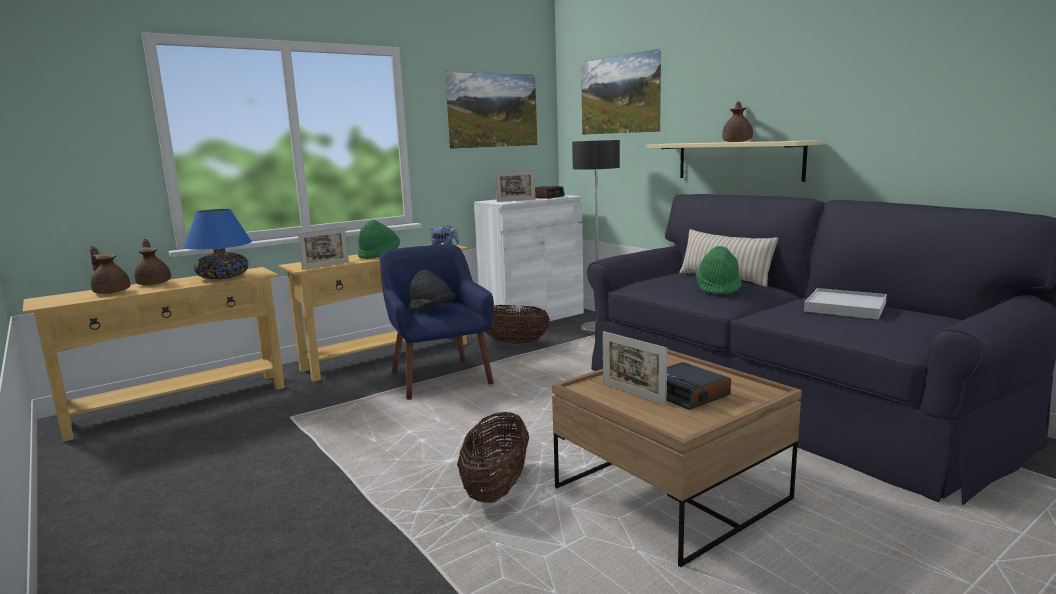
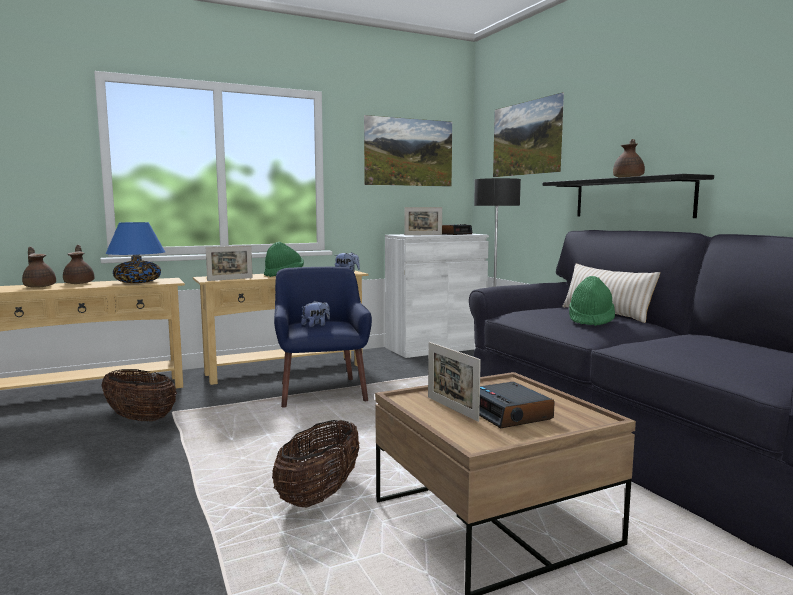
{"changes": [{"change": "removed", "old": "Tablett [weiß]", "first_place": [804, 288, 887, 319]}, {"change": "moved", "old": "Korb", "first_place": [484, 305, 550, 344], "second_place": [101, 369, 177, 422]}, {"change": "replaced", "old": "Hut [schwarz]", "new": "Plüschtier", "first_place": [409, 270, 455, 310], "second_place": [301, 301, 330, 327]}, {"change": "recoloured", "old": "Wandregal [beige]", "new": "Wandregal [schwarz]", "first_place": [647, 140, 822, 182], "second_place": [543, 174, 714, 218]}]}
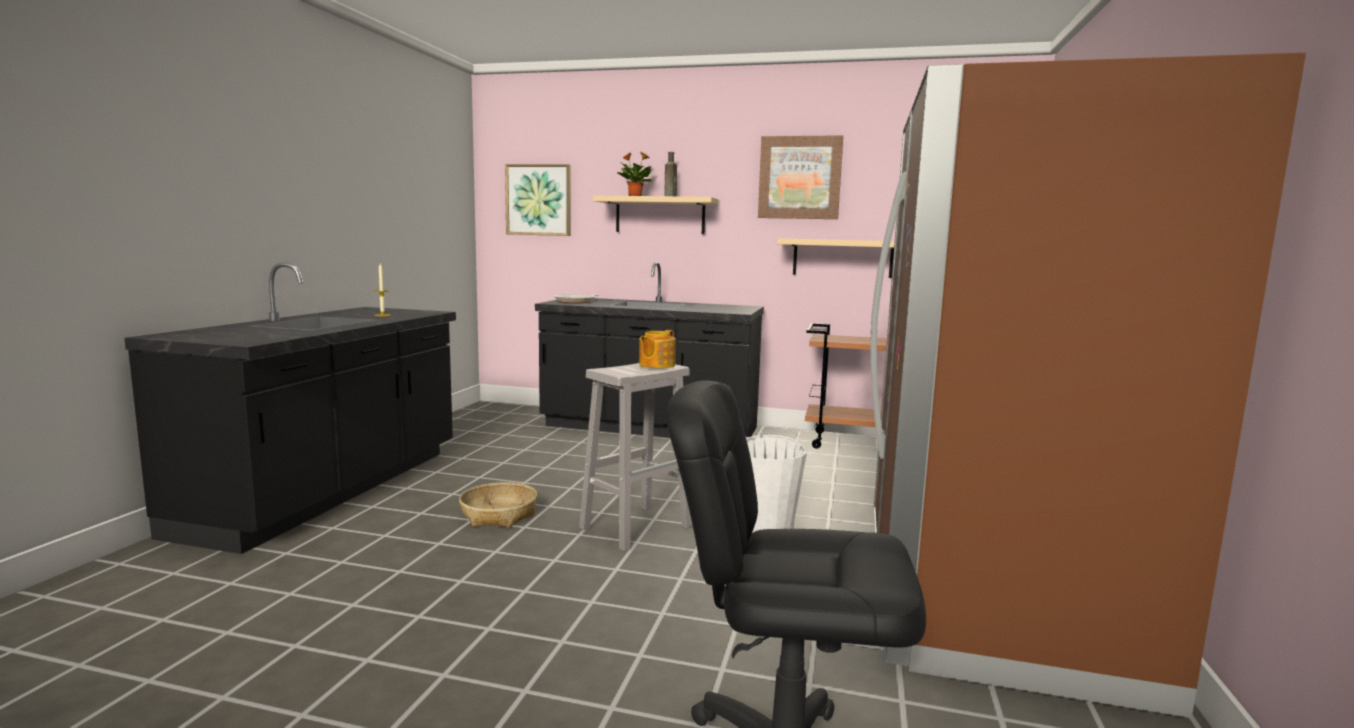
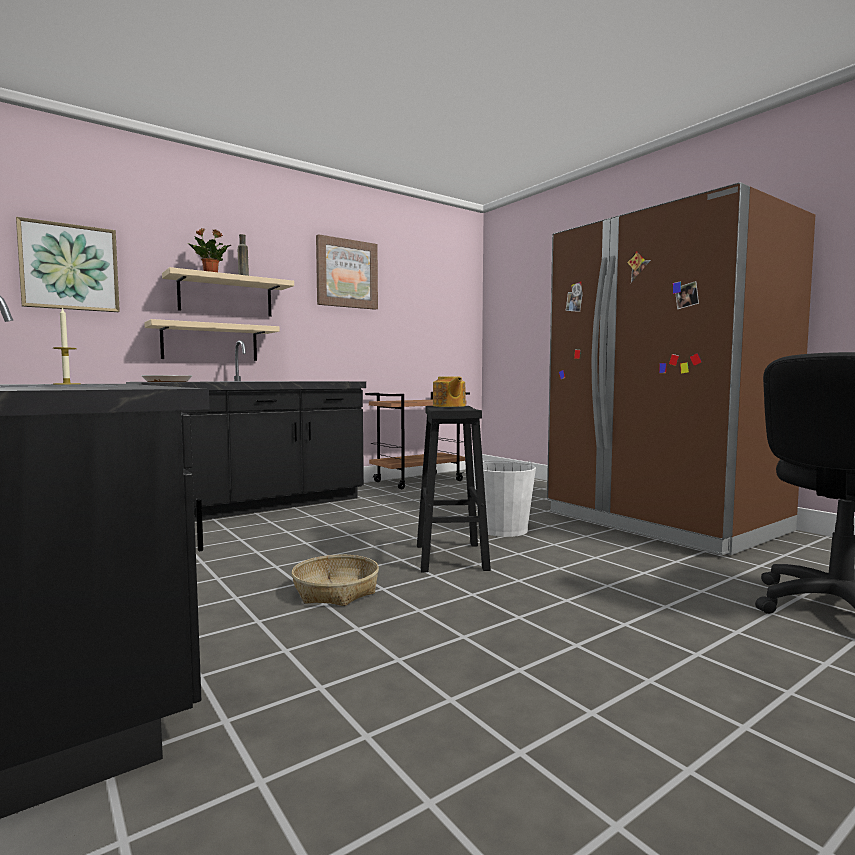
{"changes": [{"change": "moved", "old": "Wandregal [beige]", "first_place": [777, 238, 895, 278], "second_place": [144, 319, 279, 361]}, {"change": "recoloured", "old": "Hocker [weiß]", "new": "Hocker [schwarz]", "first_place": [579, 363, 692, 551], "second_place": [417, 406, 491, 572]}]}
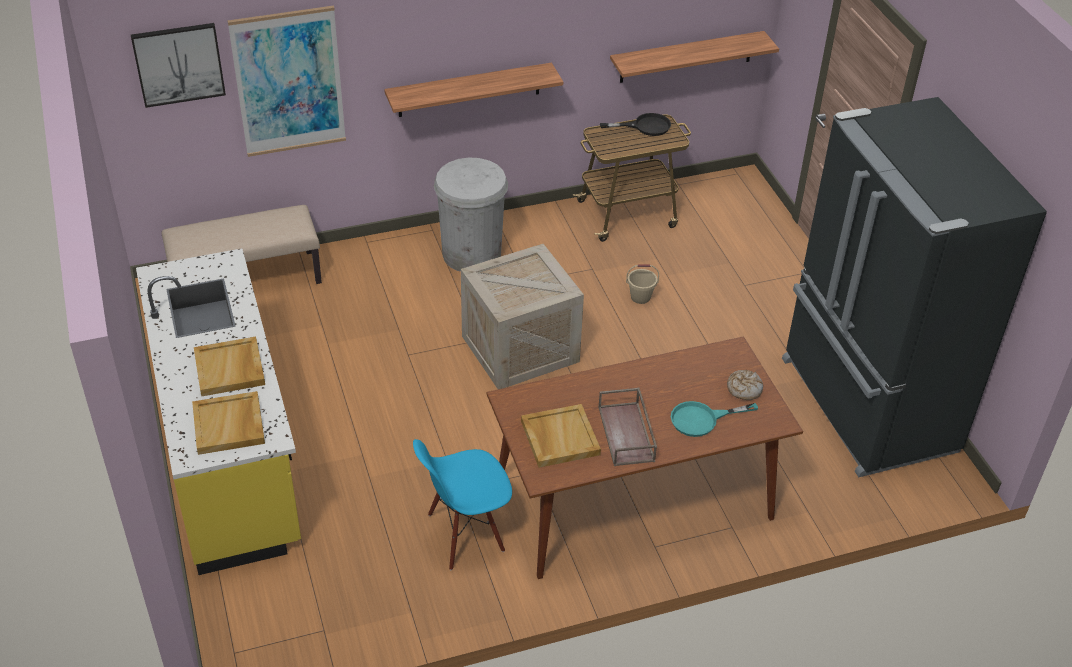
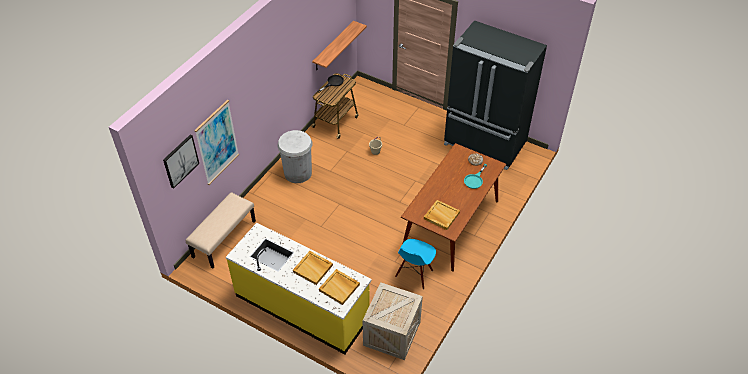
{"changes": [{"change": "removed", "old": "Wandregal", "first_place": [384, 63, 563, 117]}, {"change": "removed", "old": "Tablett [braun]", "first_place": [598, 388, 657, 466]}, {"change": "moved", "old": "Kiste", "first_place": [461, 244, 584, 389], "second_place": [363, 282, 423, 360]}]}
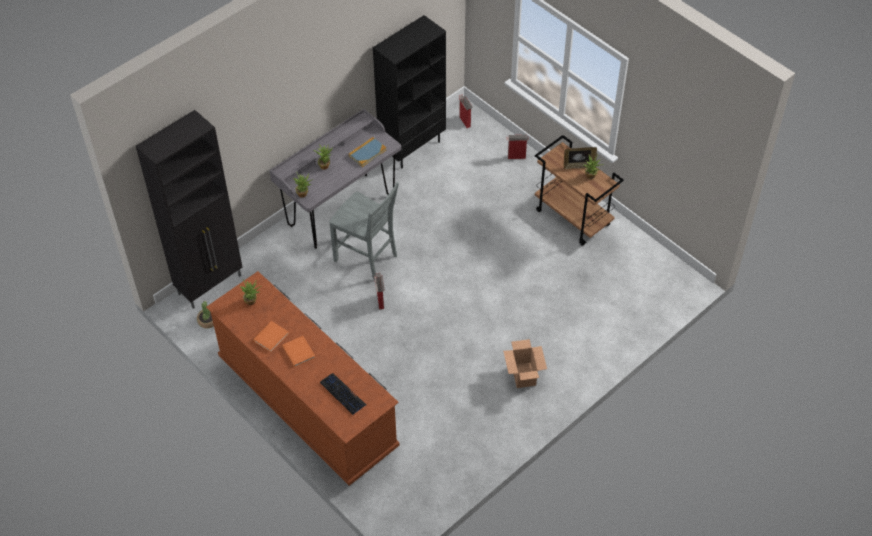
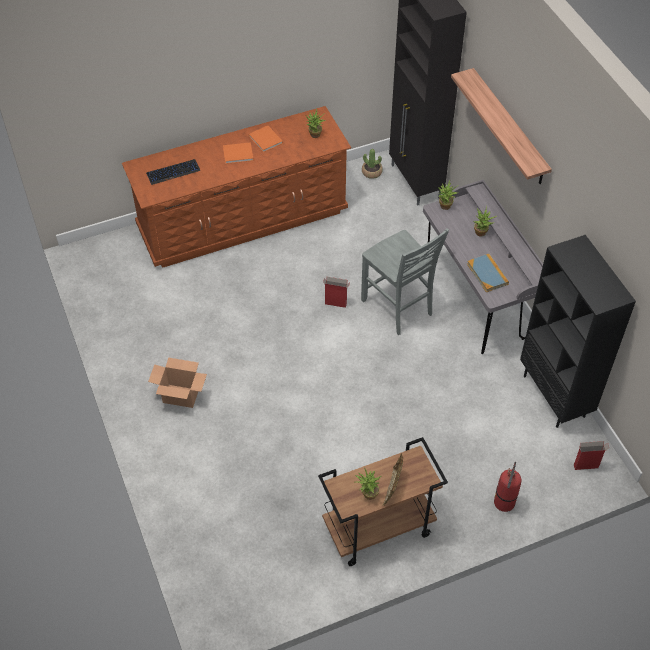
{"changes": [{"change": "added", "new": "Wandregal", "second_place": [451, 68, 552, 184]}, {"change": "replaced", "old": "Karton", "new": "Feuerlöscher", "first_place": [507, 135, 529, 159], "second_place": [494, 462, 521, 512]}, {"change": "turned", "old": "Stuhl [grau]", "first_place": [329, 182, 399, 280], "second_place": [361, 228, 449, 335], "degrees": -90}]}
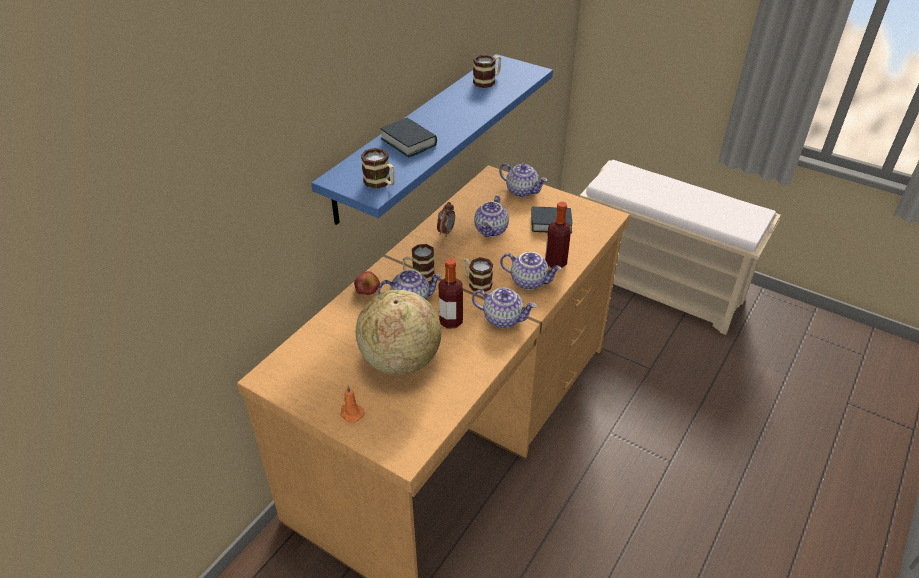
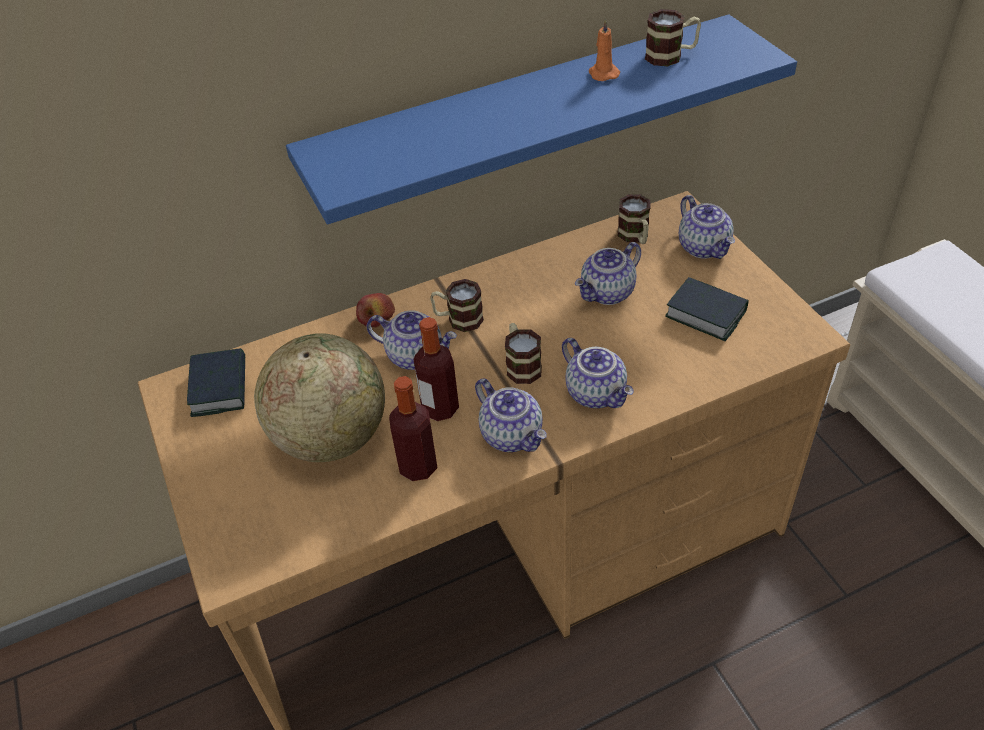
{"changes": [{"change": "removed", "old": "Wecker", "first_place": [437, 202, 455, 237]}, {"change": "moved", "old": "Kerze [orange]", "first_place": [340, 385, 365, 423], "second_place": [589, 19, 620, 81]}, {"change": "moved", "old": "Henkelbecher", "first_place": [361, 148, 395, 189], "second_place": [618, 194, 650, 244]}, {"change": "moved", "old": "Buch", "first_place": [380, 118, 437, 157], "second_place": [187, 348, 245, 417]}, {"change": "moved", "old": "Flasche", "first_place": [545, 202, 571, 268], "second_place": [389, 376, 437, 481]}]}
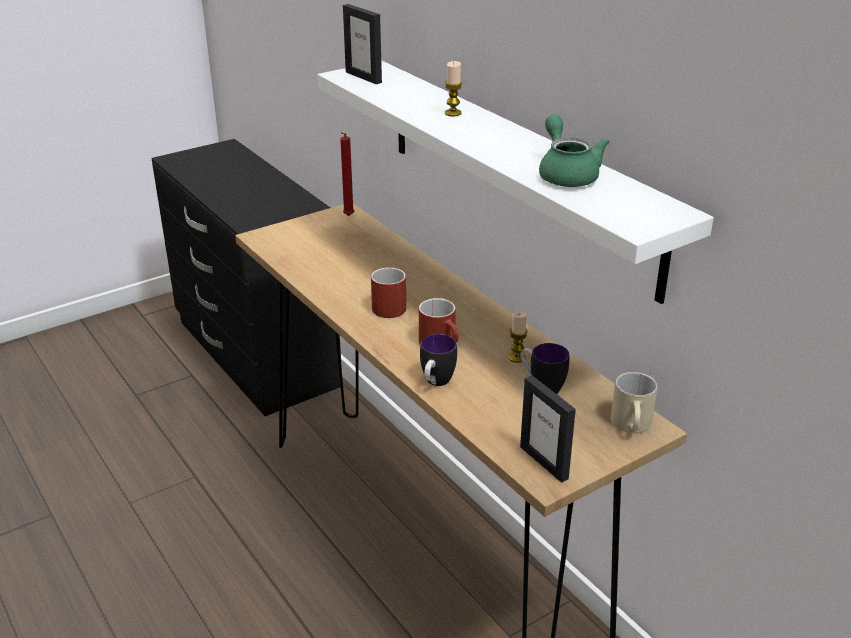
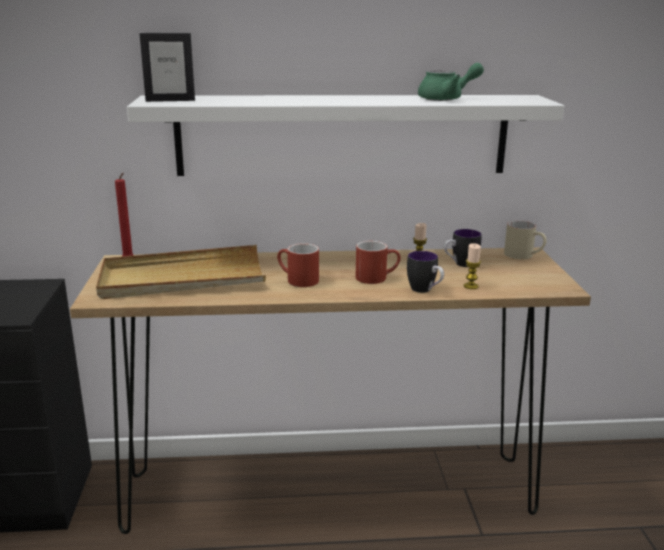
{"changes": [{"change": "removed", "old": "Bilderrahmen", "first_place": [520, 375, 576, 483]}, {"change": "added", "new": "Tablett [beige]", "second_place": [96, 245, 266, 299]}, {"change": "moved", "old": "Kerze", "first_place": [445, 61, 462, 116], "second_place": [464, 243, 481, 289]}, {"change": "turned", "old": "Teekanne [grün]", "first_place": [539, 114, 610, 187], "second_place": [418, 63, 484, 101], "degrees": 150}]}
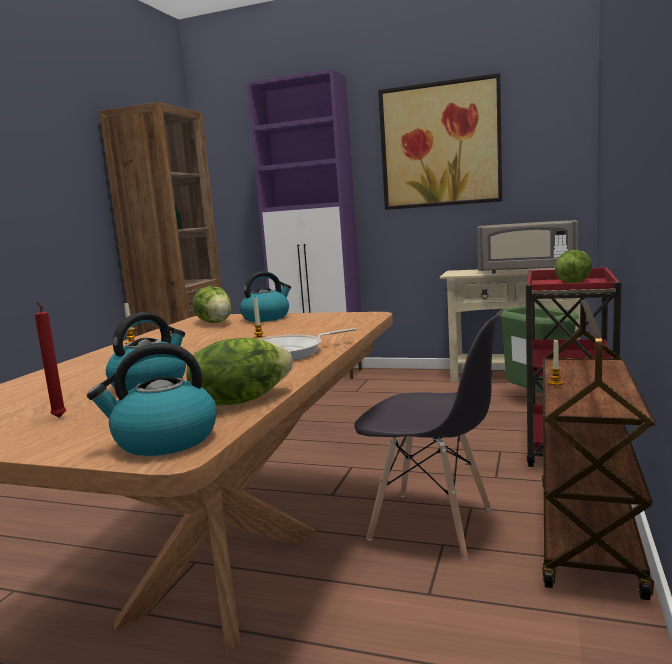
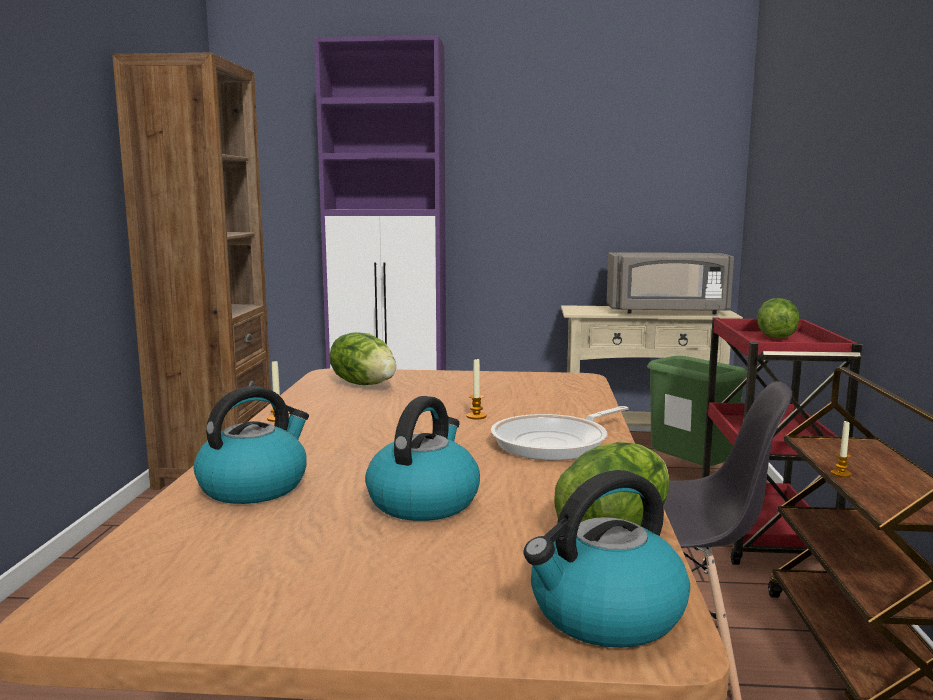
{"changes": [{"change": "removed", "old": "Kerze [rot]", "first_place": [35, 302, 66, 418]}, {"change": "removed", "old": "Bild", "first_place": [378, 73, 502, 210]}, {"change": "moved", "old": "Wasserkessel", "first_place": [240, 272, 291, 322], "second_place": [194, 386, 309, 504]}]}
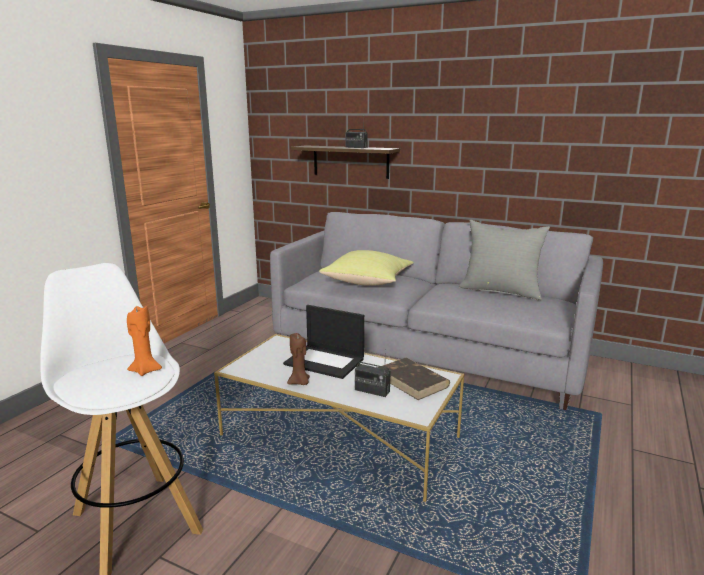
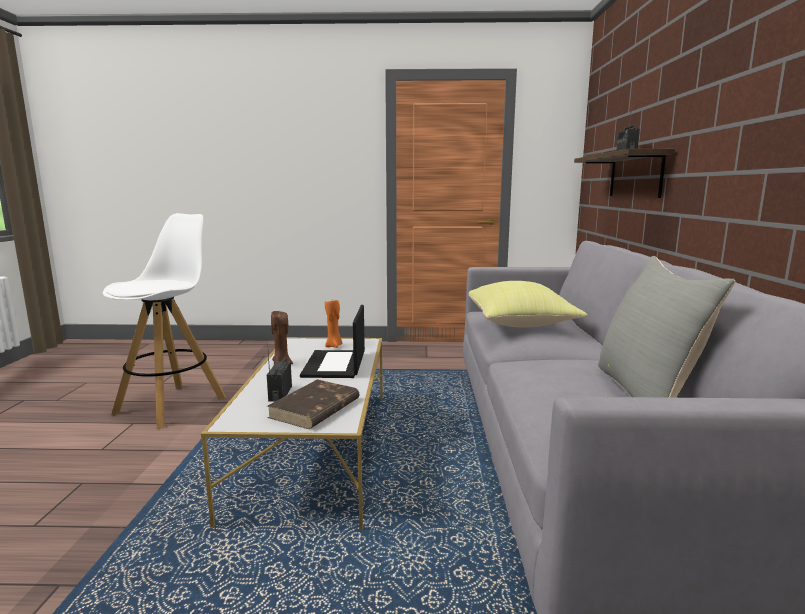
{"changes": [{"change": "moved", "old": "Kerze [orange]", "first_place": [127, 306, 162, 376], "second_place": [325, 300, 342, 348]}]}
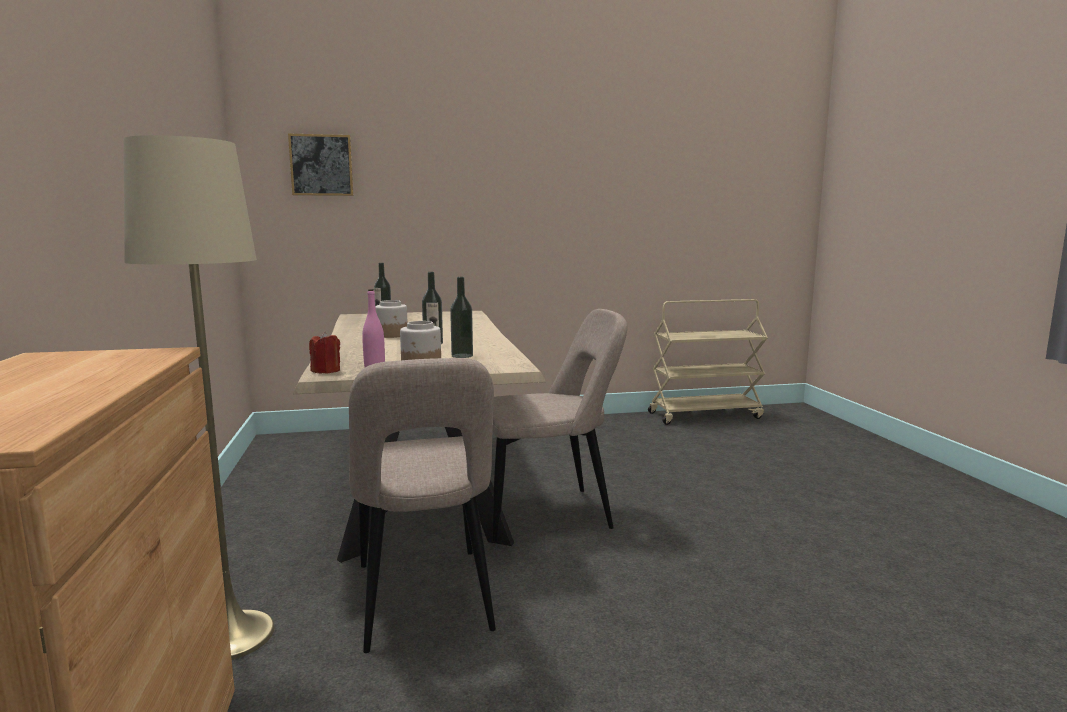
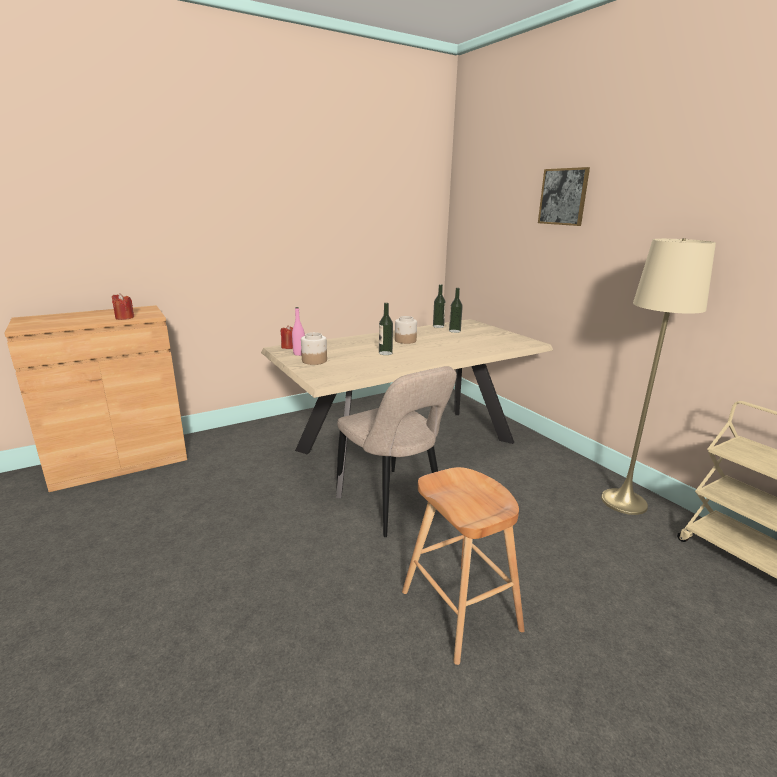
{"changes": [{"change": "removed", "old": "Stuhl [beige]", "first_place": [349, 358, 496, 653]}, {"change": "added", "new": "Kerze [rot]", "second_place": [112, 293, 134, 320]}, {"change": "added", "new": "Hocker [braun]", "second_place": [402, 467, 525, 665]}, {"change": "moved", "old": "Stehlampe [beige]", "first_place": [123, 135, 275, 660], "second_place": [601, 238, 716, 515]}, {"change": "moved", "old": "Bild", "first_place": [288, 133, 353, 196], "second_place": [538, 167, 590, 226]}, {"change": "moved", "old": "Flasche", "first_place": [450, 277, 473, 358], "second_place": [433, 284, 446, 328]}]}
